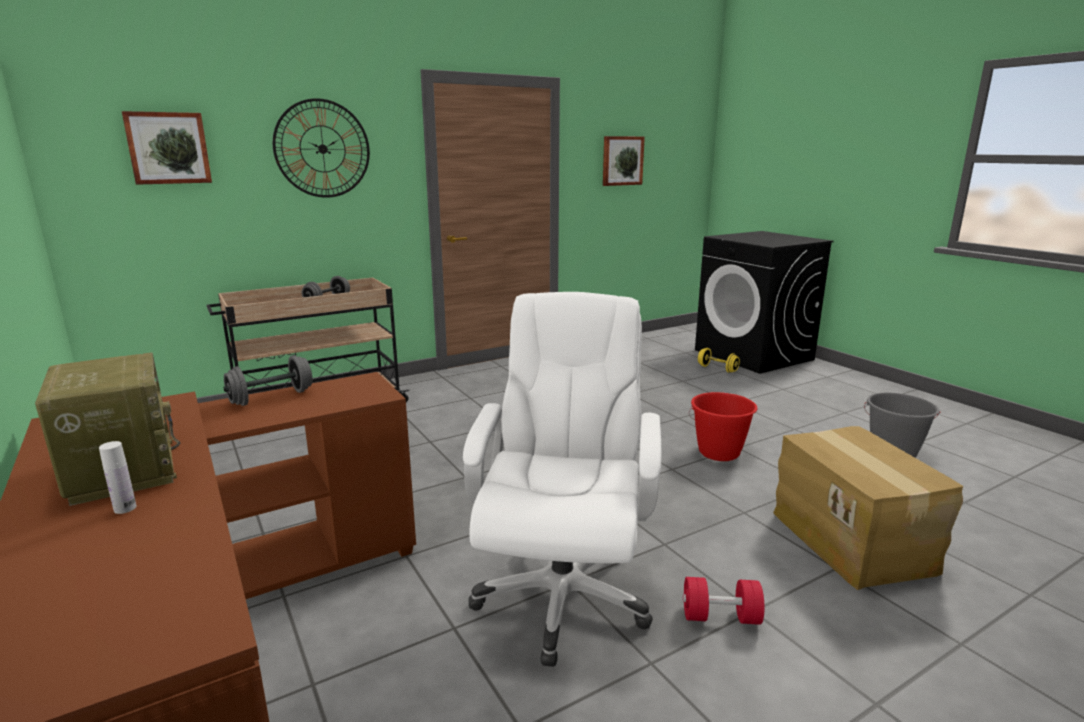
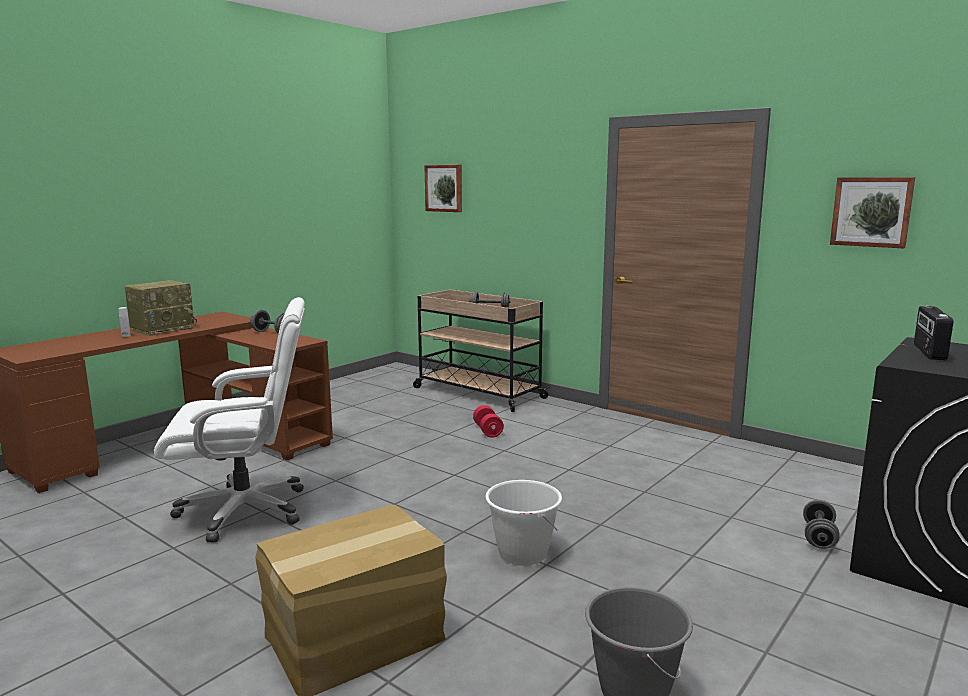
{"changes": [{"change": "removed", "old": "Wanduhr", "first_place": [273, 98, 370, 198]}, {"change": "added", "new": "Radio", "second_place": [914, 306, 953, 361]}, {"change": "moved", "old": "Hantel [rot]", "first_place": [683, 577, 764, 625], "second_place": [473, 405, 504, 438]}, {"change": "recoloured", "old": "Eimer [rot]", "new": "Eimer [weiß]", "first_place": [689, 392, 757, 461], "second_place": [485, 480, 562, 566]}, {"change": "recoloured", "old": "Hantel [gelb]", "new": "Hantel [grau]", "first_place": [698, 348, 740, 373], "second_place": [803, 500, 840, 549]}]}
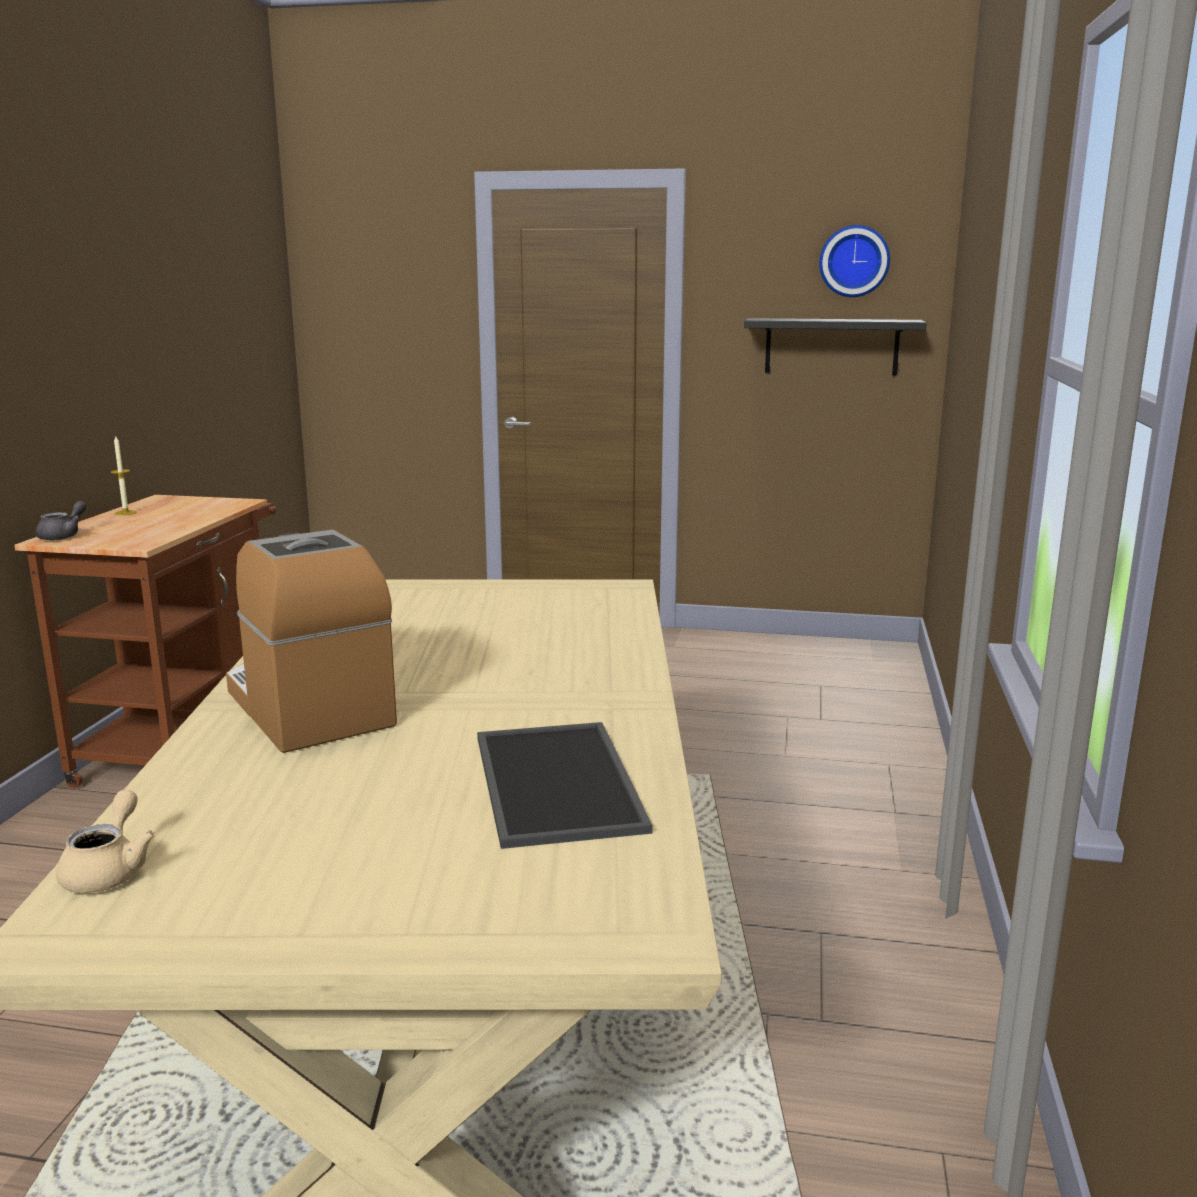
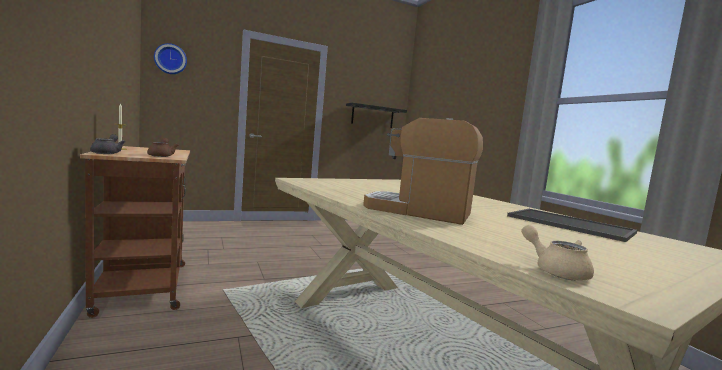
{"changes": [{"change": "added", "new": "Teekanne [braun]", "second_place": [147, 138, 178, 157]}, {"change": "moved", "old": "Wanduhr", "first_place": [819, 225, 890, 297], "second_place": [154, 43, 187, 74]}]}
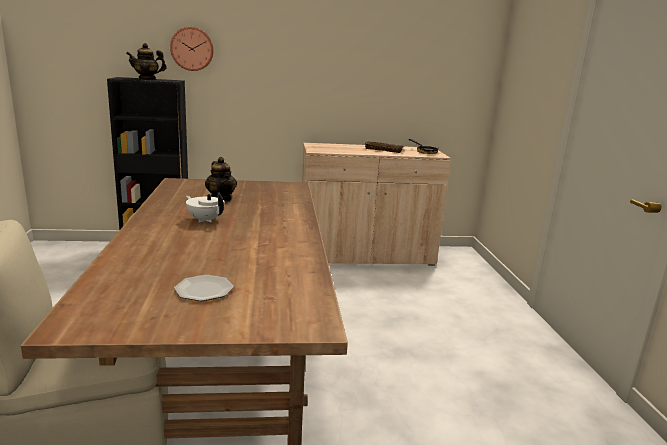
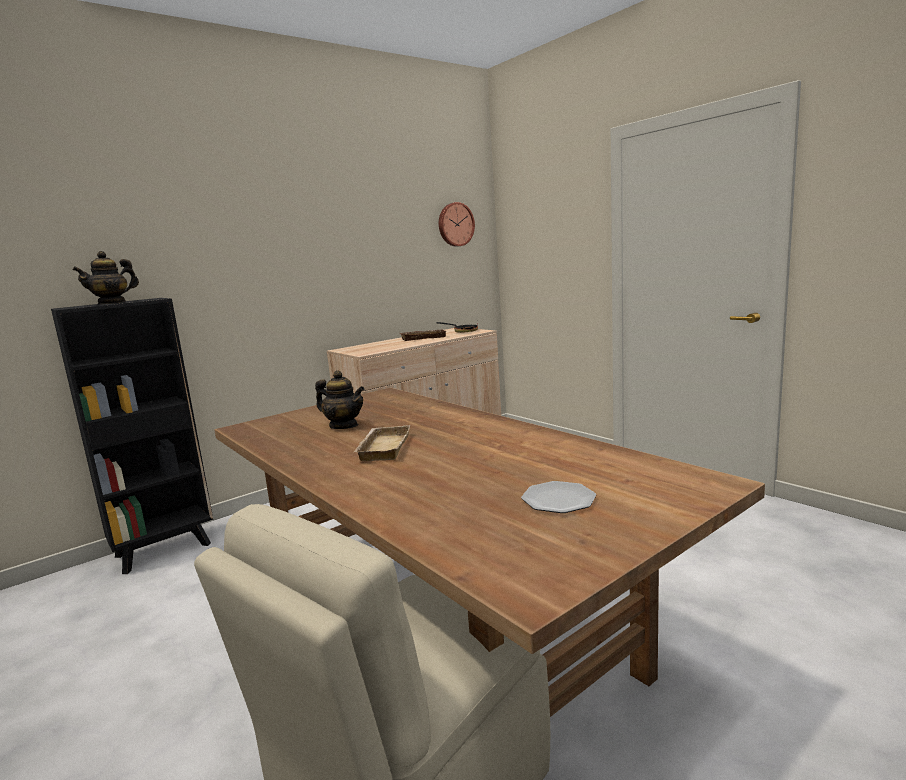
{"changes": [{"change": "moved", "old": "Wanduhr", "first_place": [170, 27, 214, 71], "second_place": [439, 202, 475, 247]}, {"change": "replaced", "old": "Teekanne [weiß]", "new": "Tablett [beige]", "first_place": [186, 193, 225, 223], "second_place": [354, 425, 410, 461]}]}
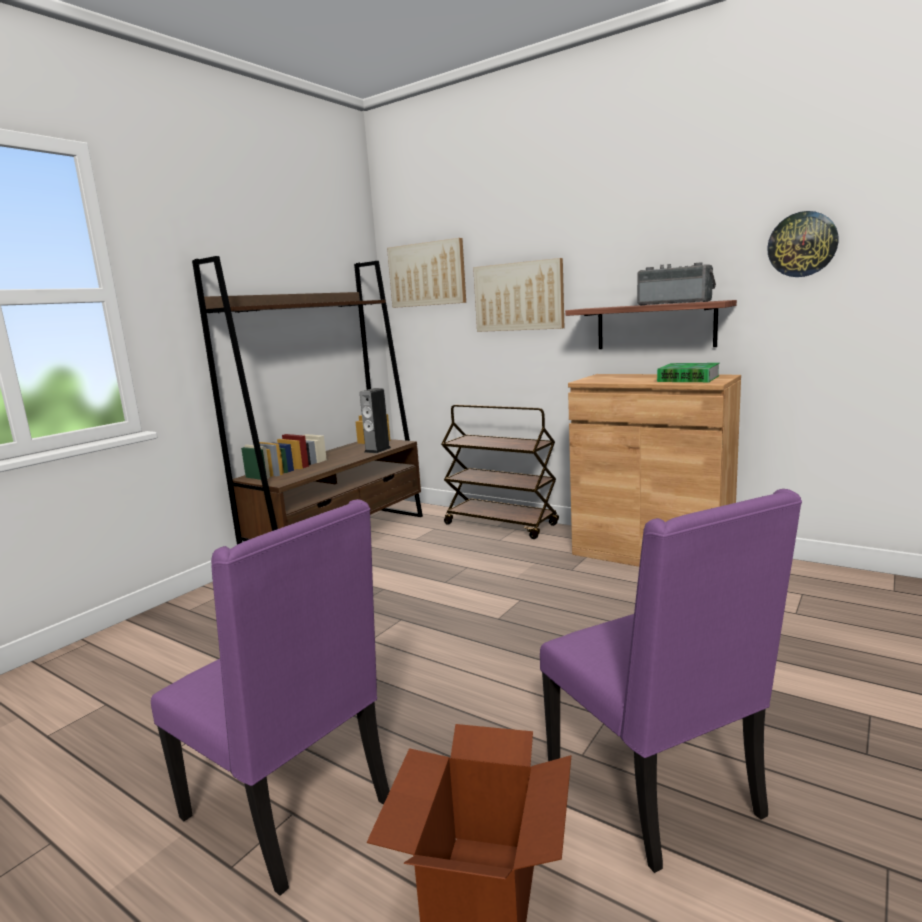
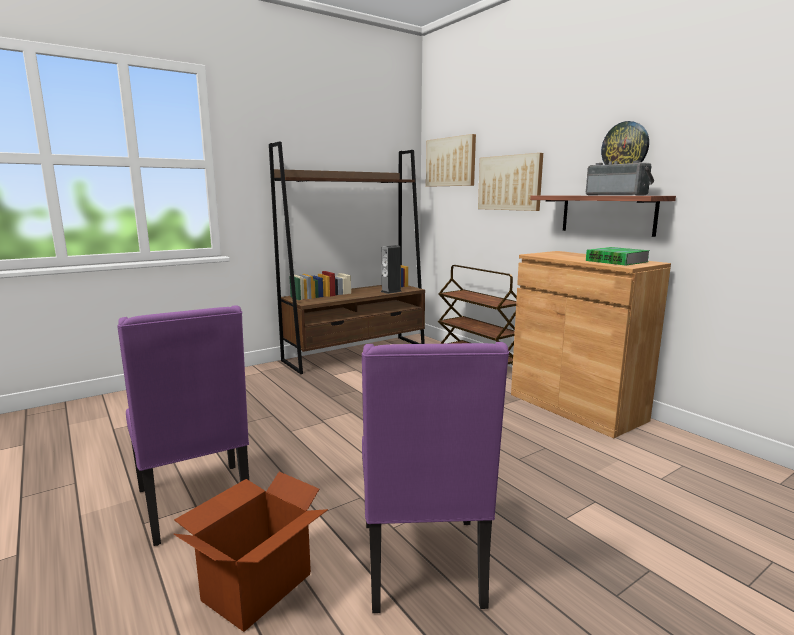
{"changes": [{"change": "moved", "old": "Wanduhr", "first_place": [767, 211, 839, 277], "second_place": [601, 121, 649, 165]}]}
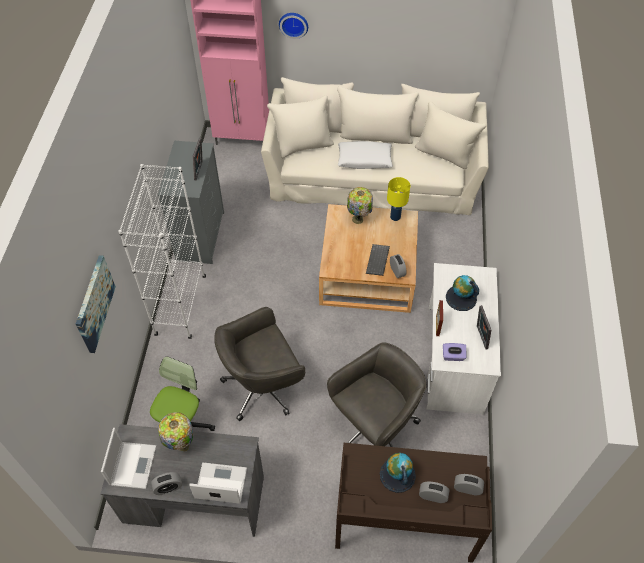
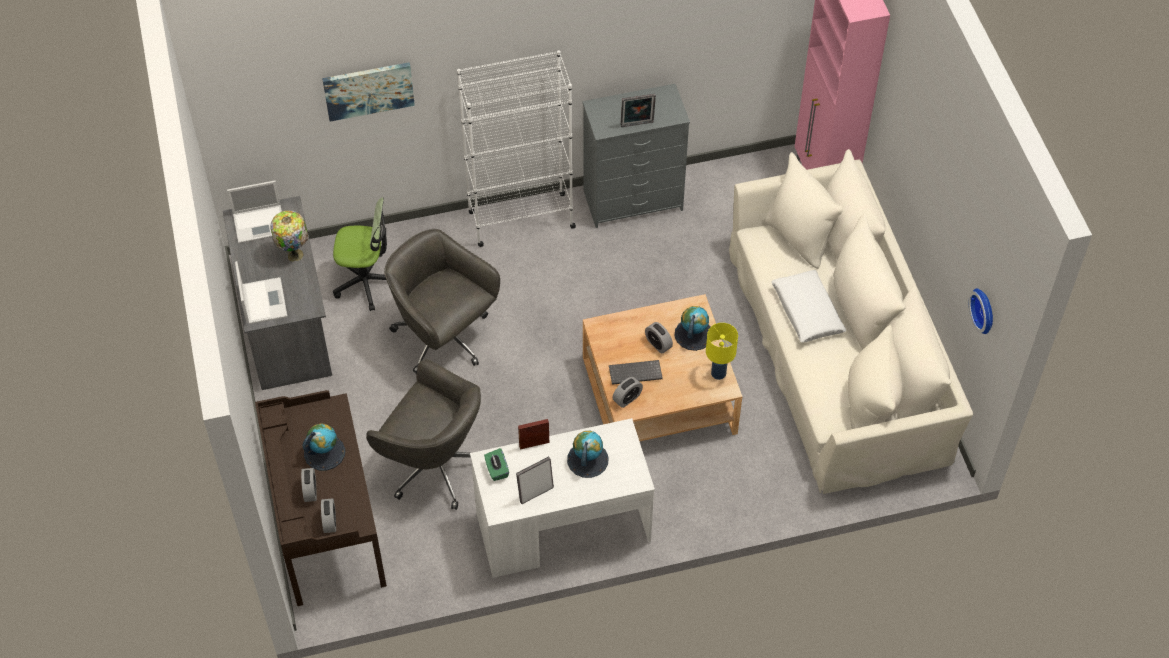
{"changes": [{"change": "moved", "old": "Wecker", "first_place": [151, 472, 182, 495], "second_place": [645, 322, 673, 353]}, {"change": "moved", "old": "Wanduhr", "first_place": [279, 13, 308, 39], "second_place": [969, 288, 993, 334]}, {"change": "replaced", "old": "Tischlampe", "new": "Globus", "first_place": [347, 187, 373, 224], "second_place": [674, 306, 710, 351]}, {"change": "recoloured", "old": "Taschentuchbox [lila]", "new": "Taschentuchbox [grün]", "first_place": [443, 343, 466, 361], "second_place": [484, 448, 509, 481]}]}
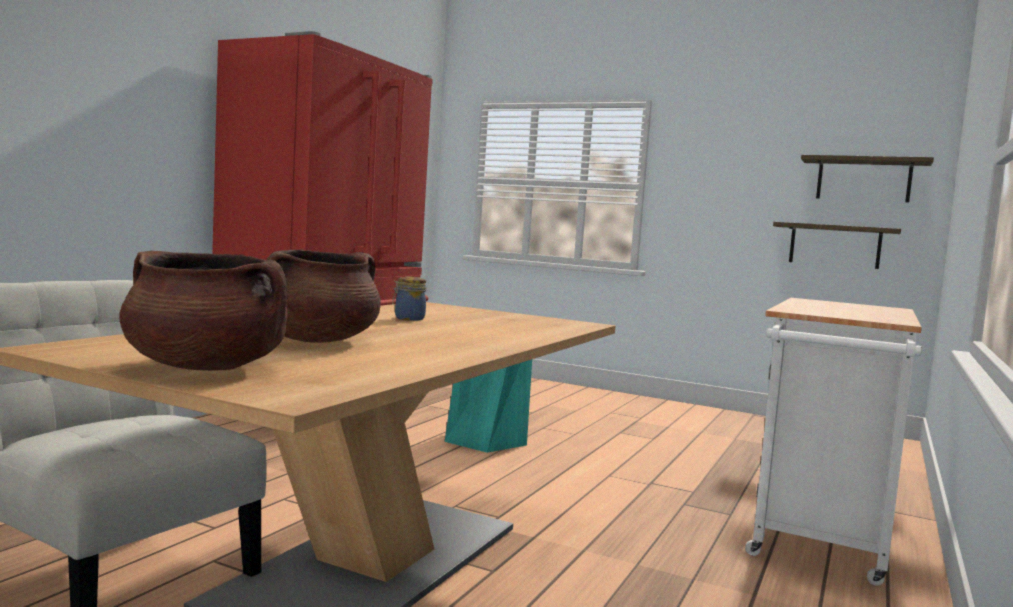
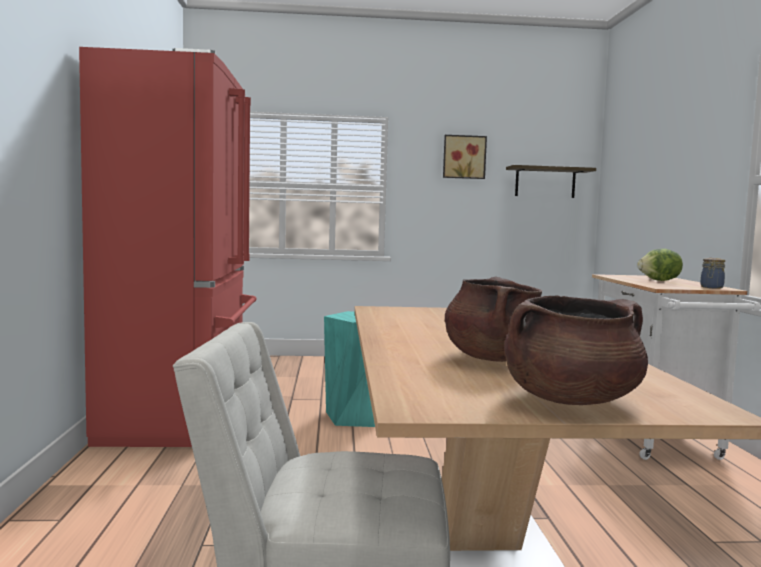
{"changes": [{"change": "removed", "old": "Wandregal", "first_place": [773, 222, 901, 269]}, {"change": "added", "new": "Bild", "second_place": [443, 135, 487, 179]}, {"change": "added", "new": "Salatkopf", "second_place": [637, 248, 683, 281]}, {"change": "moved", "old": "Vorratsglas", "first_place": [392, 277, 426, 321], "second_place": [700, 258, 725, 289]}]}
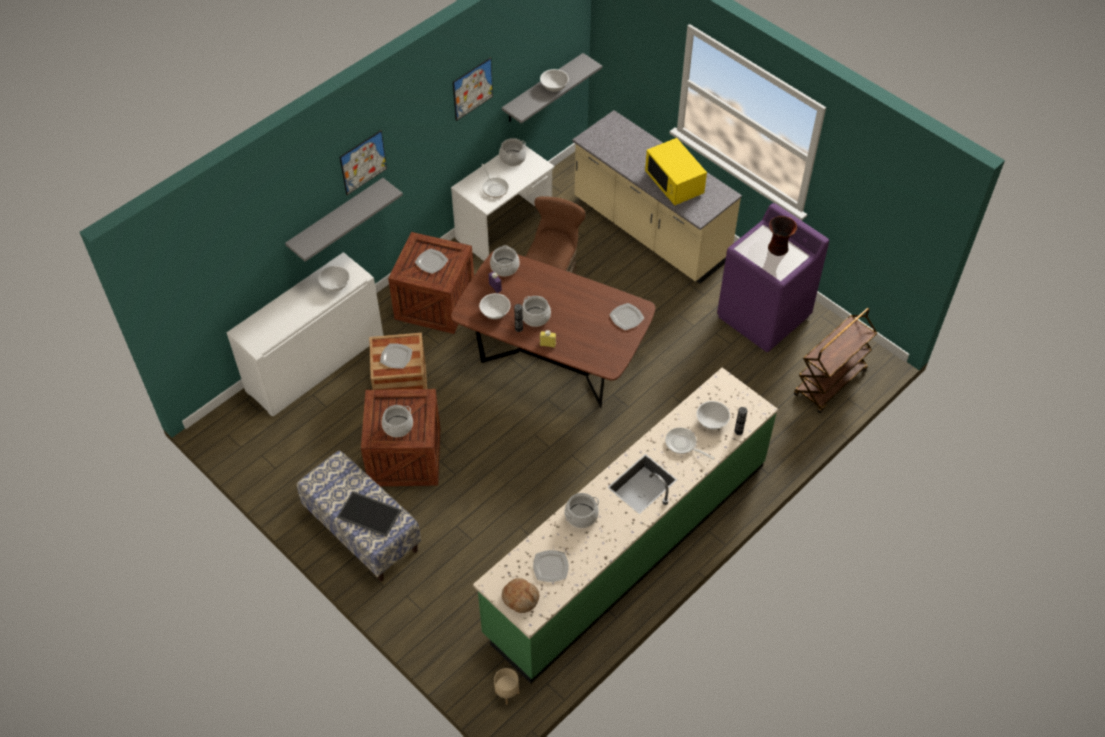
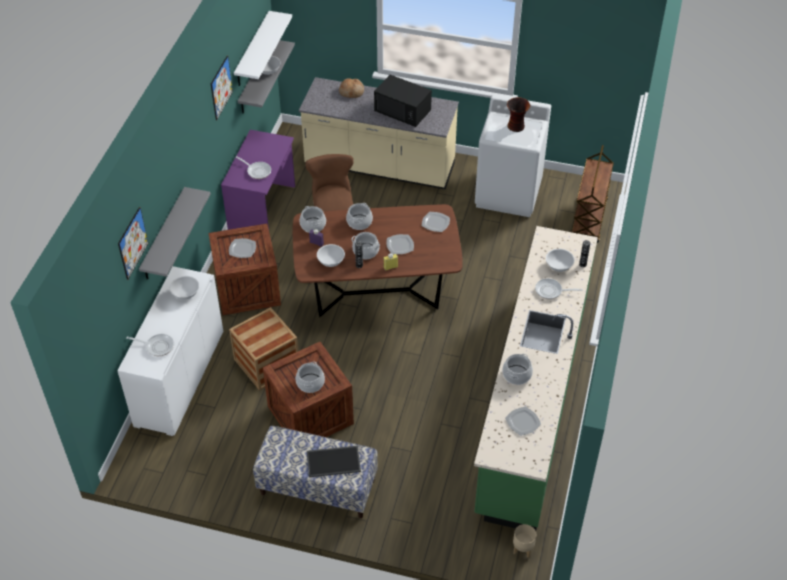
{"changes": [{"change": "added", "new": "Pfanne", "second_place": [126, 334, 174, 356]}, {"change": "added", "new": "Wandregal [weiß]", "second_place": [234, 11, 292, 86]}, {"change": "moved", "old": "Bild", "first_place": [340, 130, 387, 195], "second_place": [118, 207, 148, 280]}, {"change": "moved", "old": "Teller", "first_place": [380, 343, 412, 368], "second_place": [386, 234, 414, 254]}, {"change": "moved", "old": "Kochtopf", "first_place": [499, 138, 527, 166], "second_place": [346, 203, 373, 230]}, {"change": "moved", "old": "Brot", "first_place": [502, 578, 540, 613], "second_place": [339, 78, 364, 98]}, {"change": "recoloured", "old": "Schreibtisch [weiß]", "new": "Schreibtisch [lila]", "first_place": [451, 146, 555, 261], "second_place": [221, 130, 295, 230]}, {"change": "recoloured", "old": "Mikrowelle [gelb]", "new": "Mikrowelle [schwarz]", "first_place": [645, 138, 707, 206], "second_place": [374, 75, 432, 127]}, {"change": "recoloured", "old": "Waschmaschine [lila]", "new": "Waschmaschine [weiß]", "first_place": [717, 203, 829, 352], "second_place": [475, 95, 551, 217]}]}
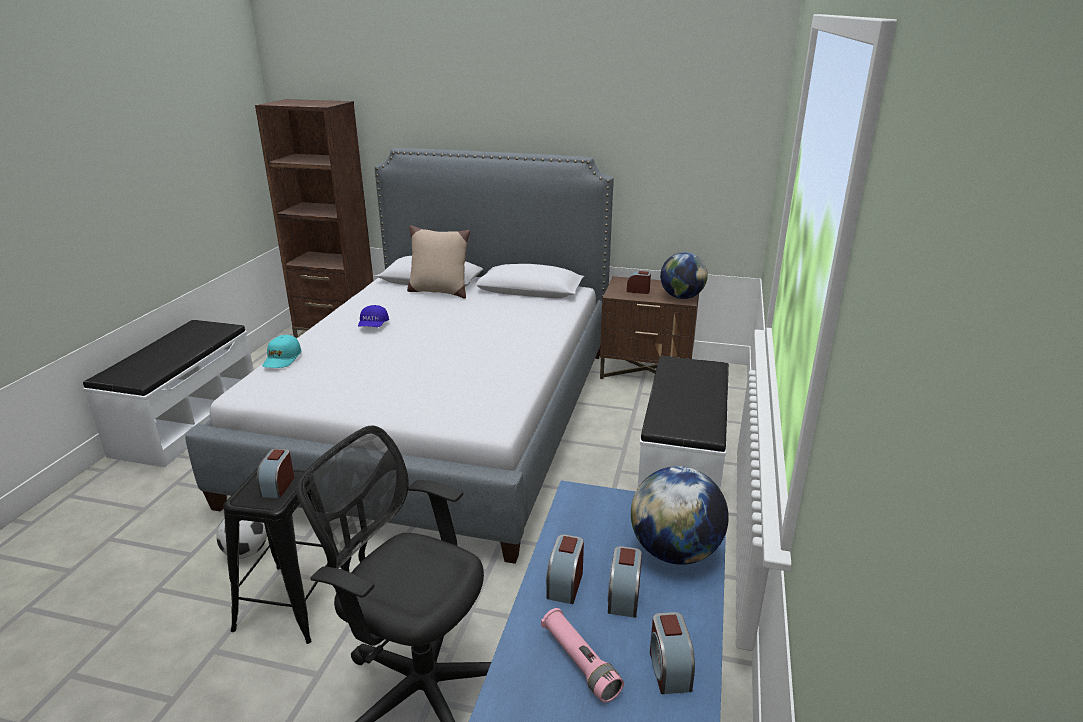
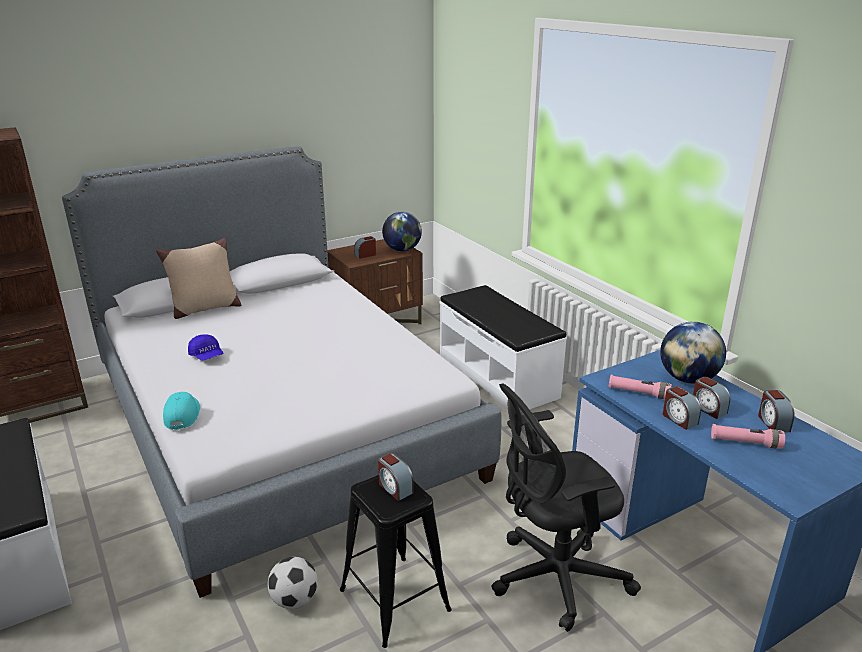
{"changes": [{"change": "added", "new": "Taschenlampe [rosa]", "second_place": [609, 375, 672, 399]}, {"change": "turned", "old": "Kappe [türkis]", "first_place": [262, 335, 301, 368], "second_place": [163, 392, 200, 430], "degrees": -150}, {"change": "turned", "old": "Wecker", "first_place": [650, 612, 695, 694], "second_place": [758, 390, 794, 433], "degrees": 45}]}
